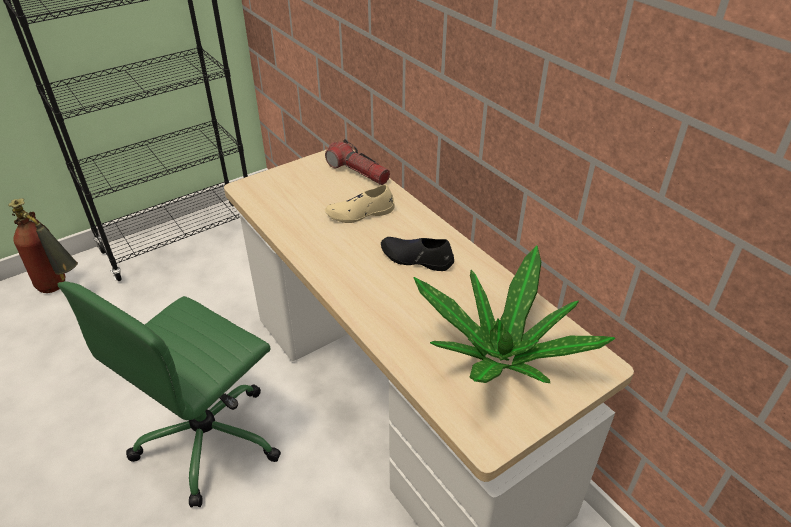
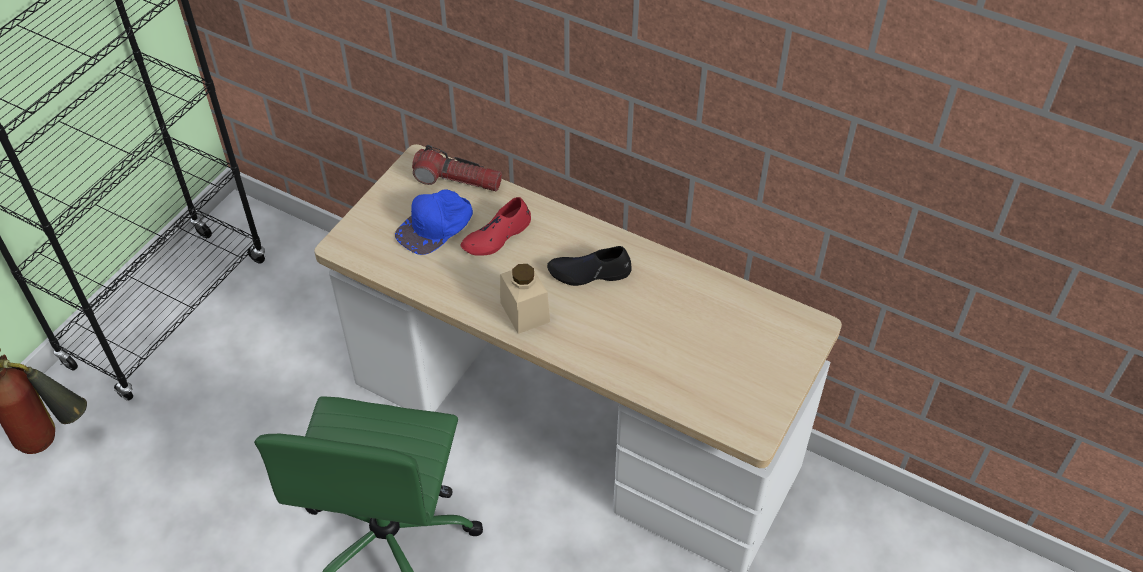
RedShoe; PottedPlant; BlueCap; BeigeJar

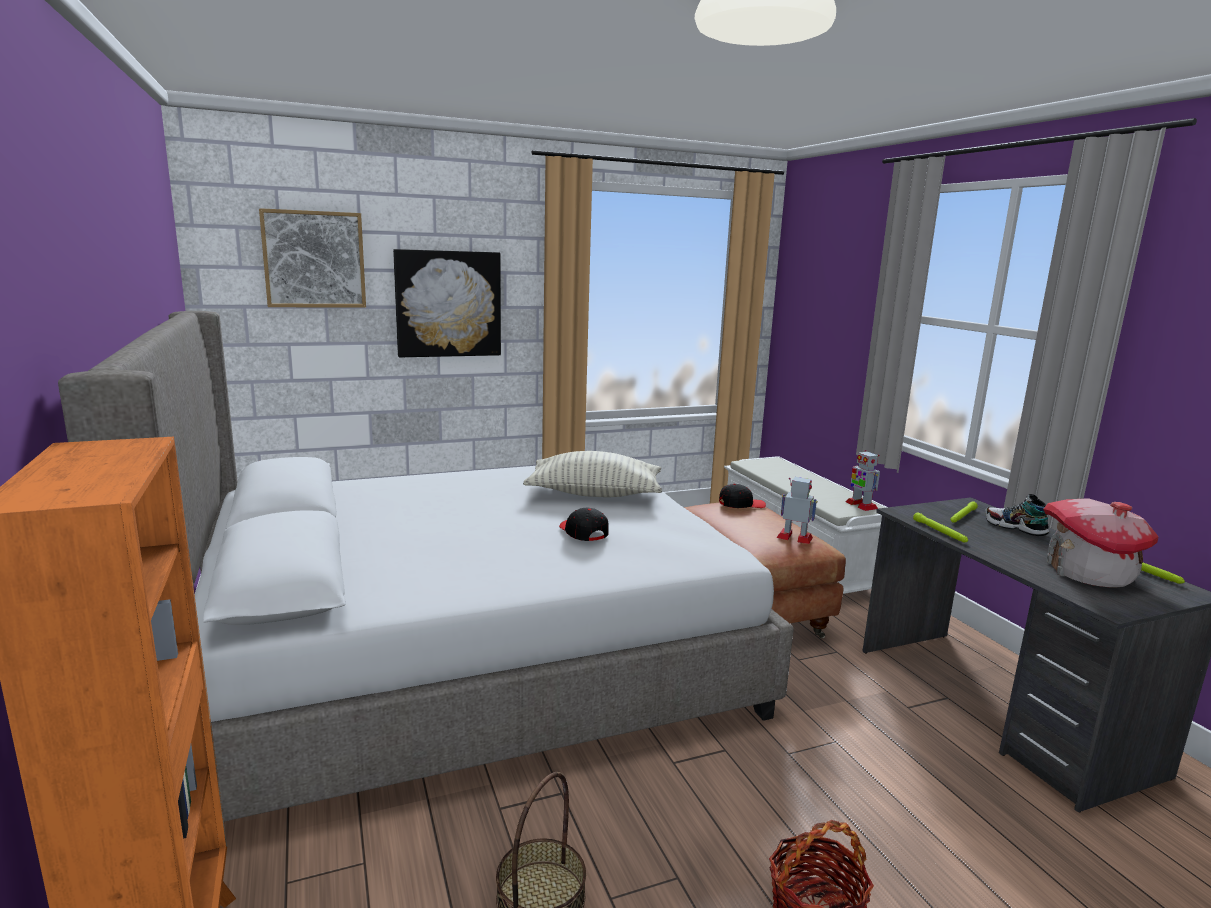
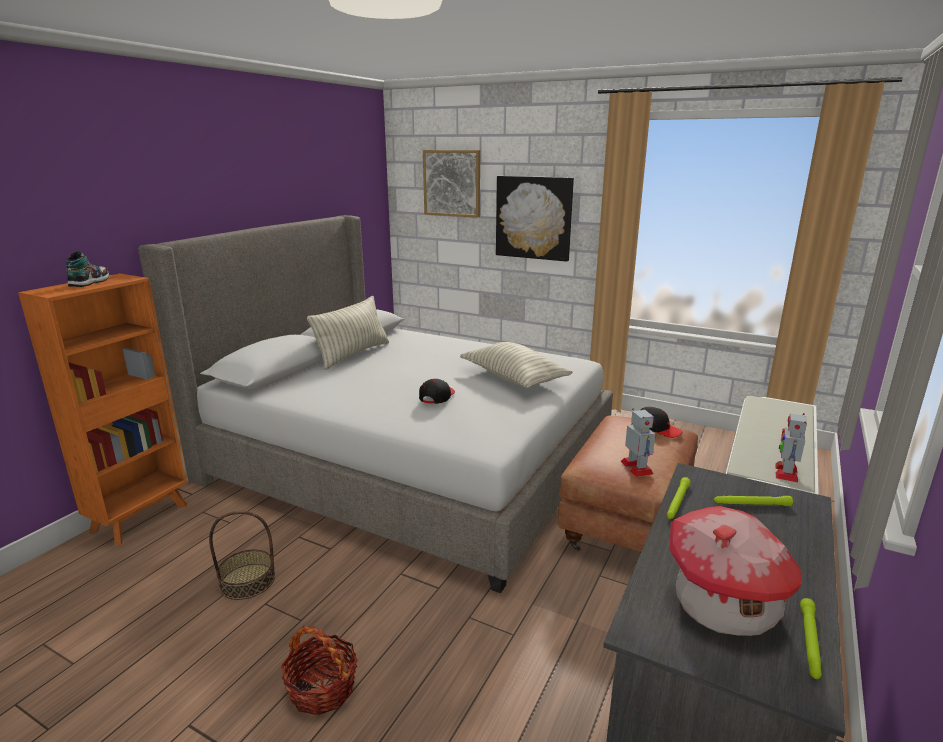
Shoe; Pillow (1st from left)

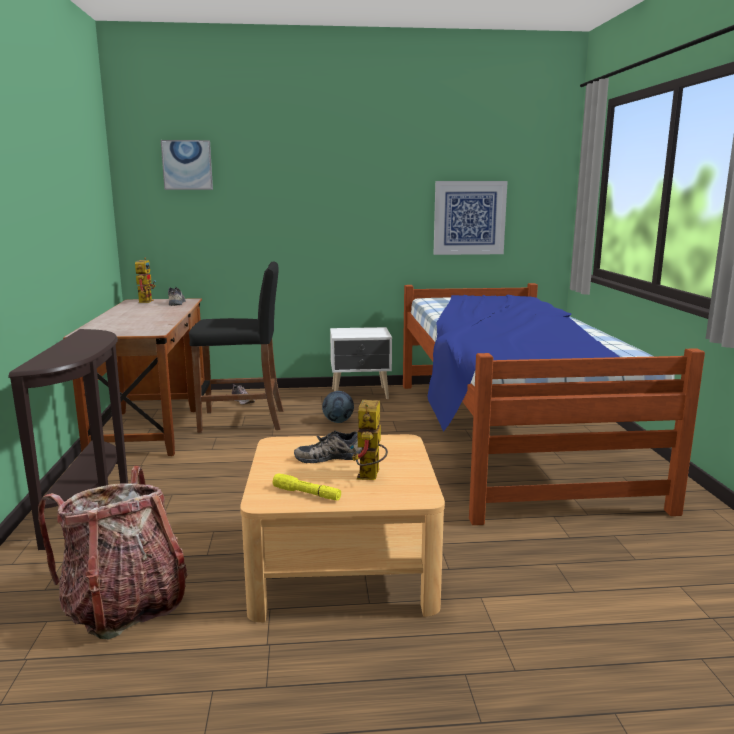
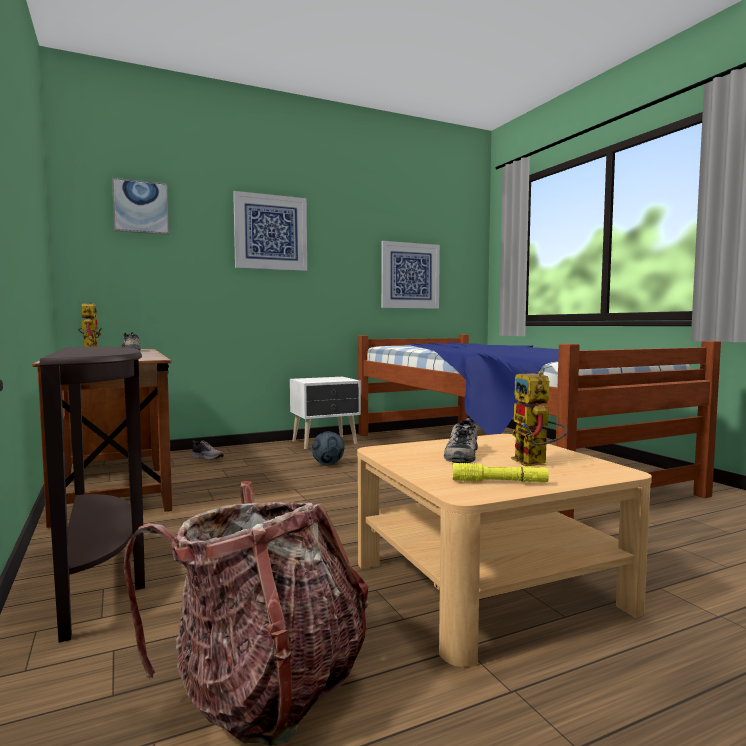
BlackStool; Shoe (3rd from left); Picture (2nd from left)

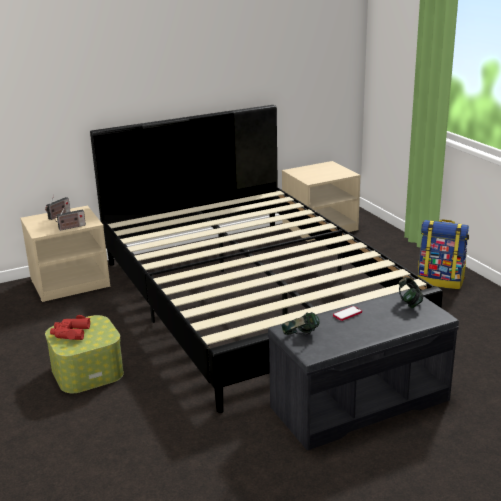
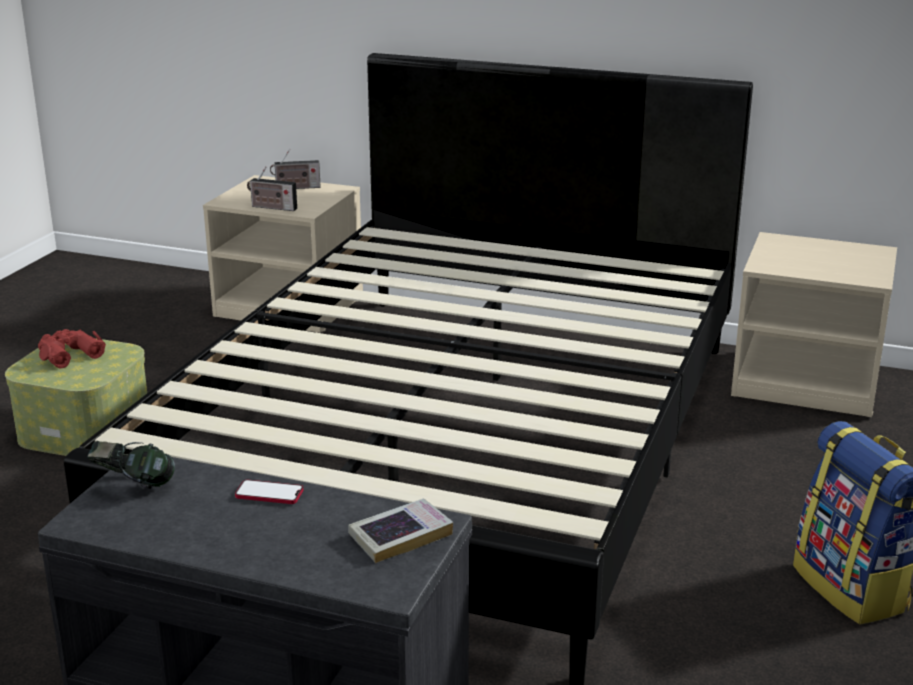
Book

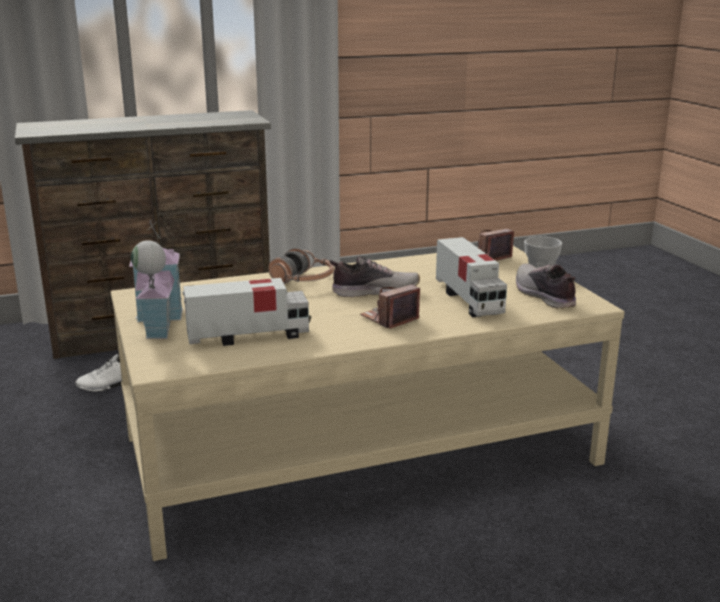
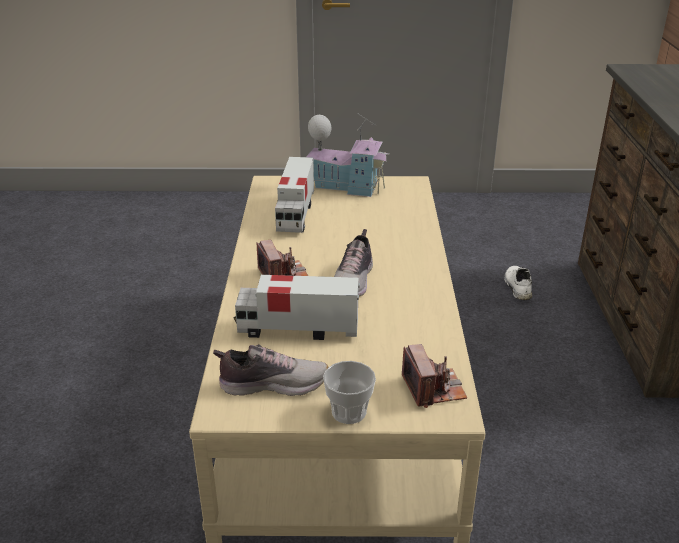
Headphones

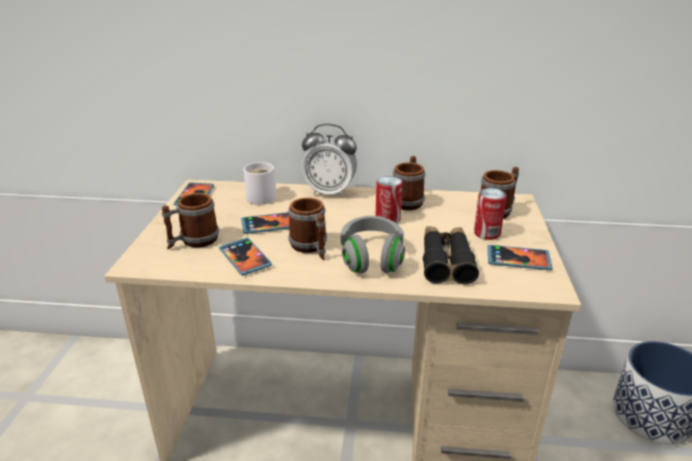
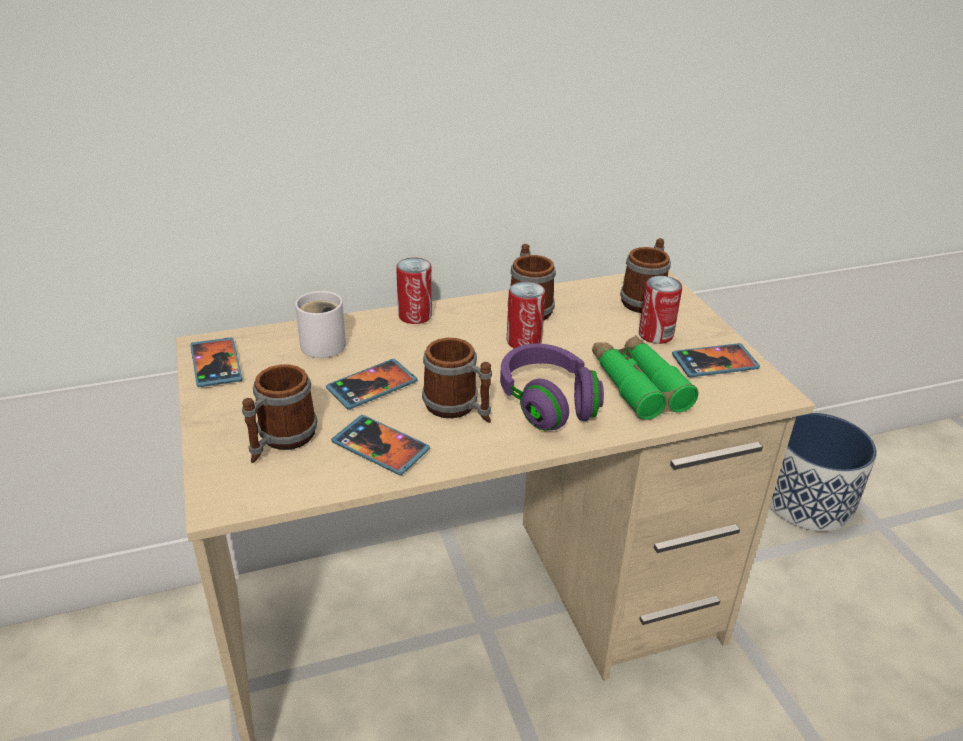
Can (1st from left); PurpleHeadphones; GreenBinoculars

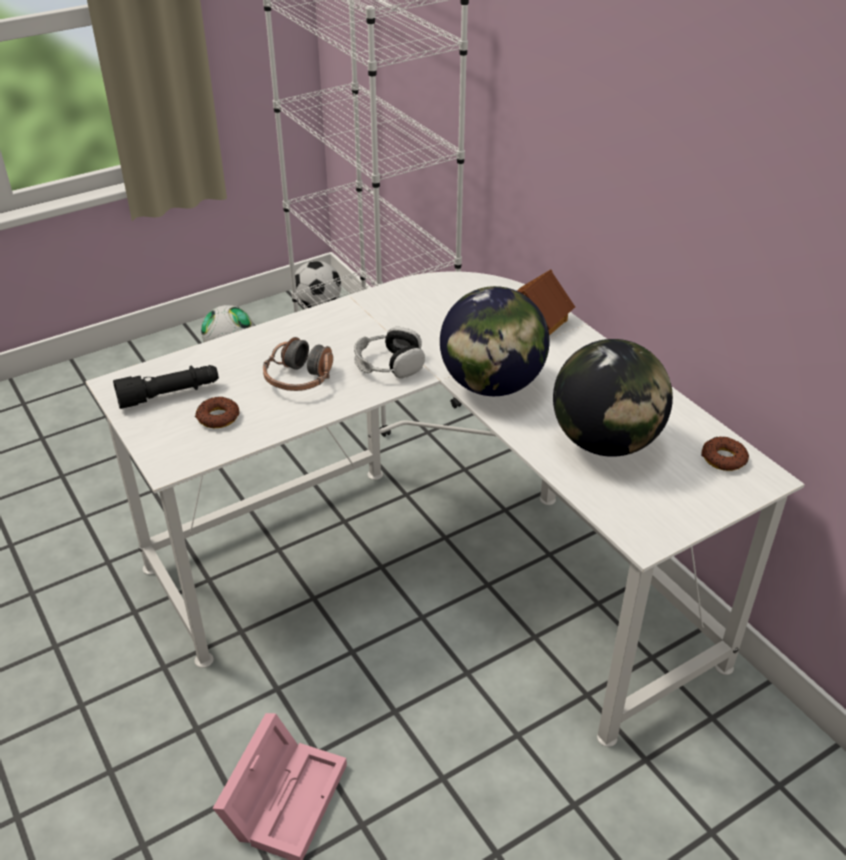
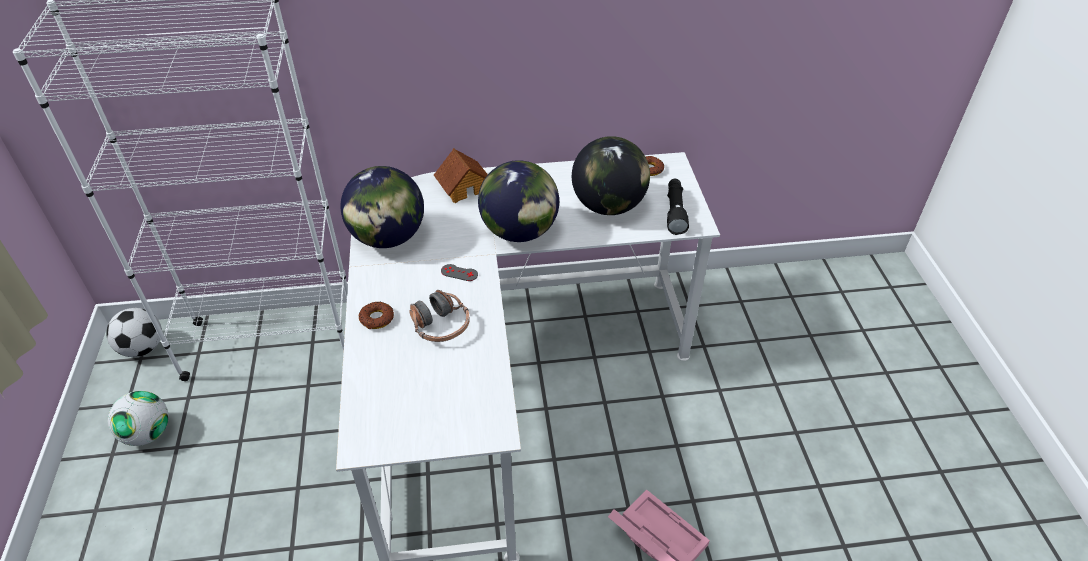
GreyGameController; BlackFlashlight; Donut (1st from left); Globe (1st from left)

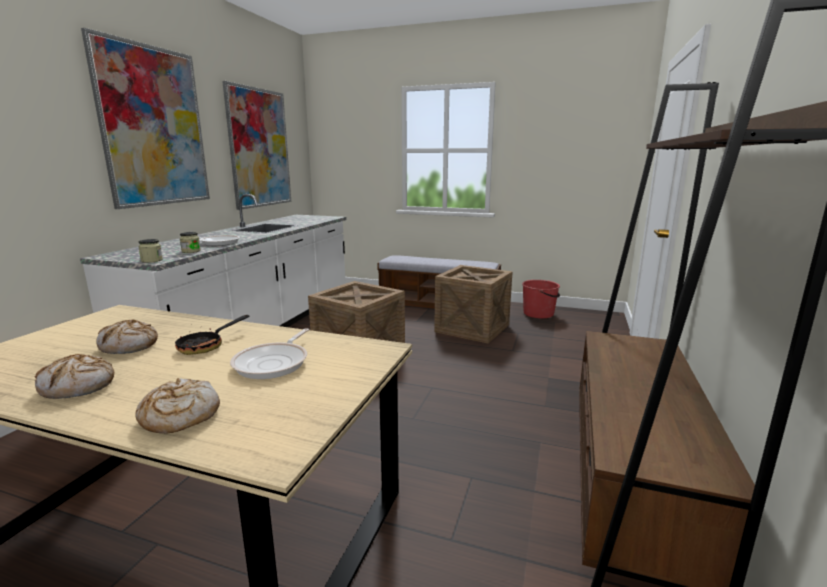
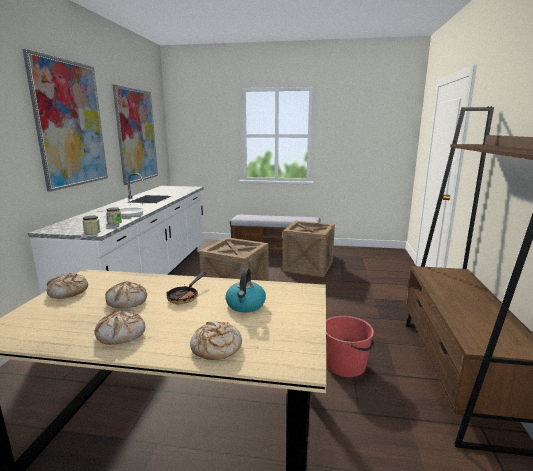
RedBucket; Kettle; Bread (1st from left)

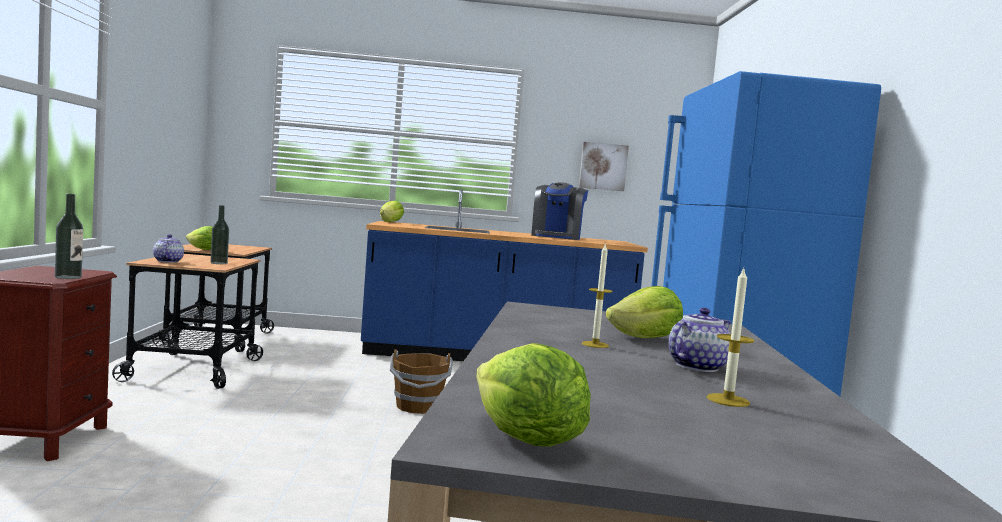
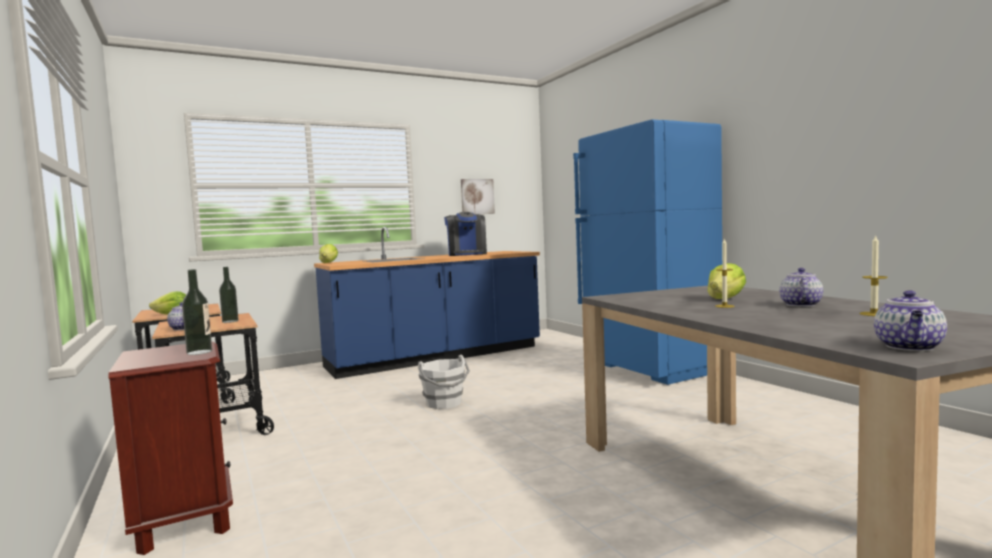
Teapot (3rd from left); WhiteBucket

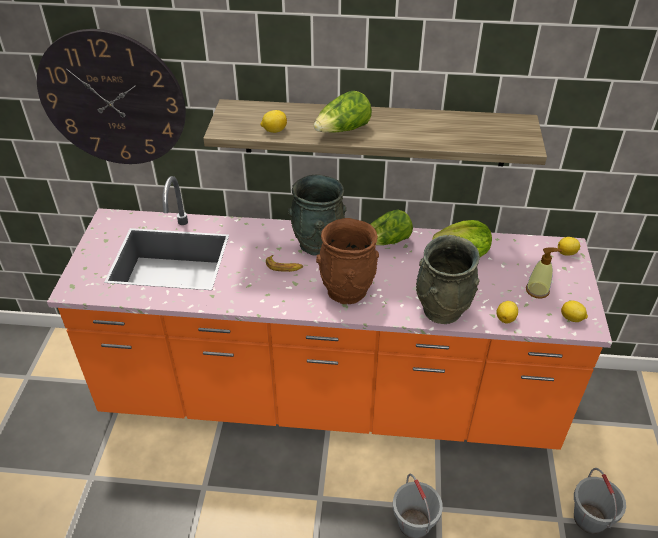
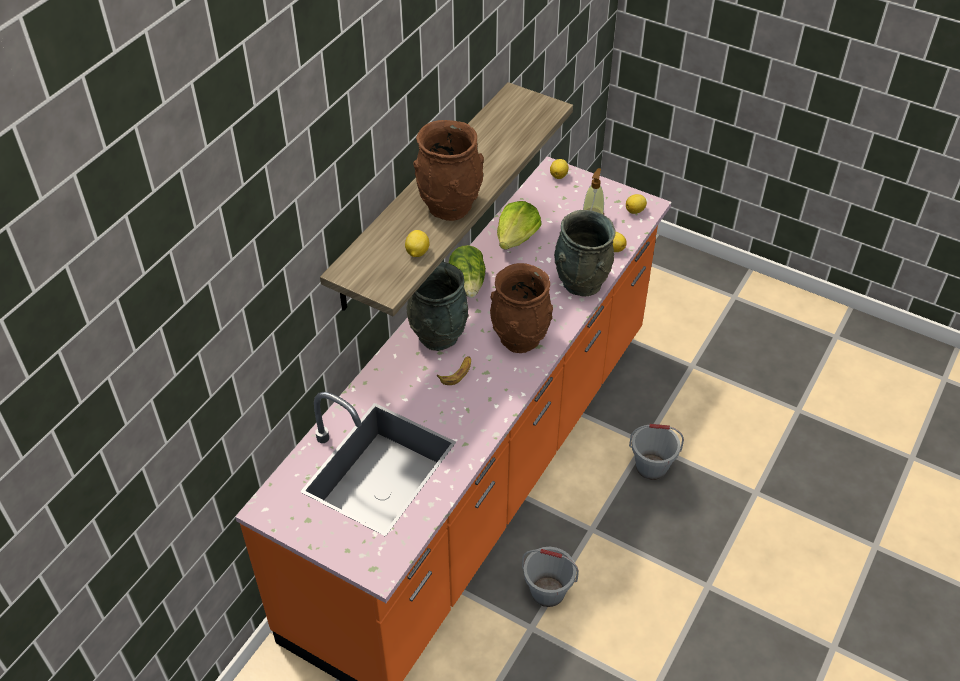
WallClock; BrownVase (1st from left); GreyBucket (1st from left)

